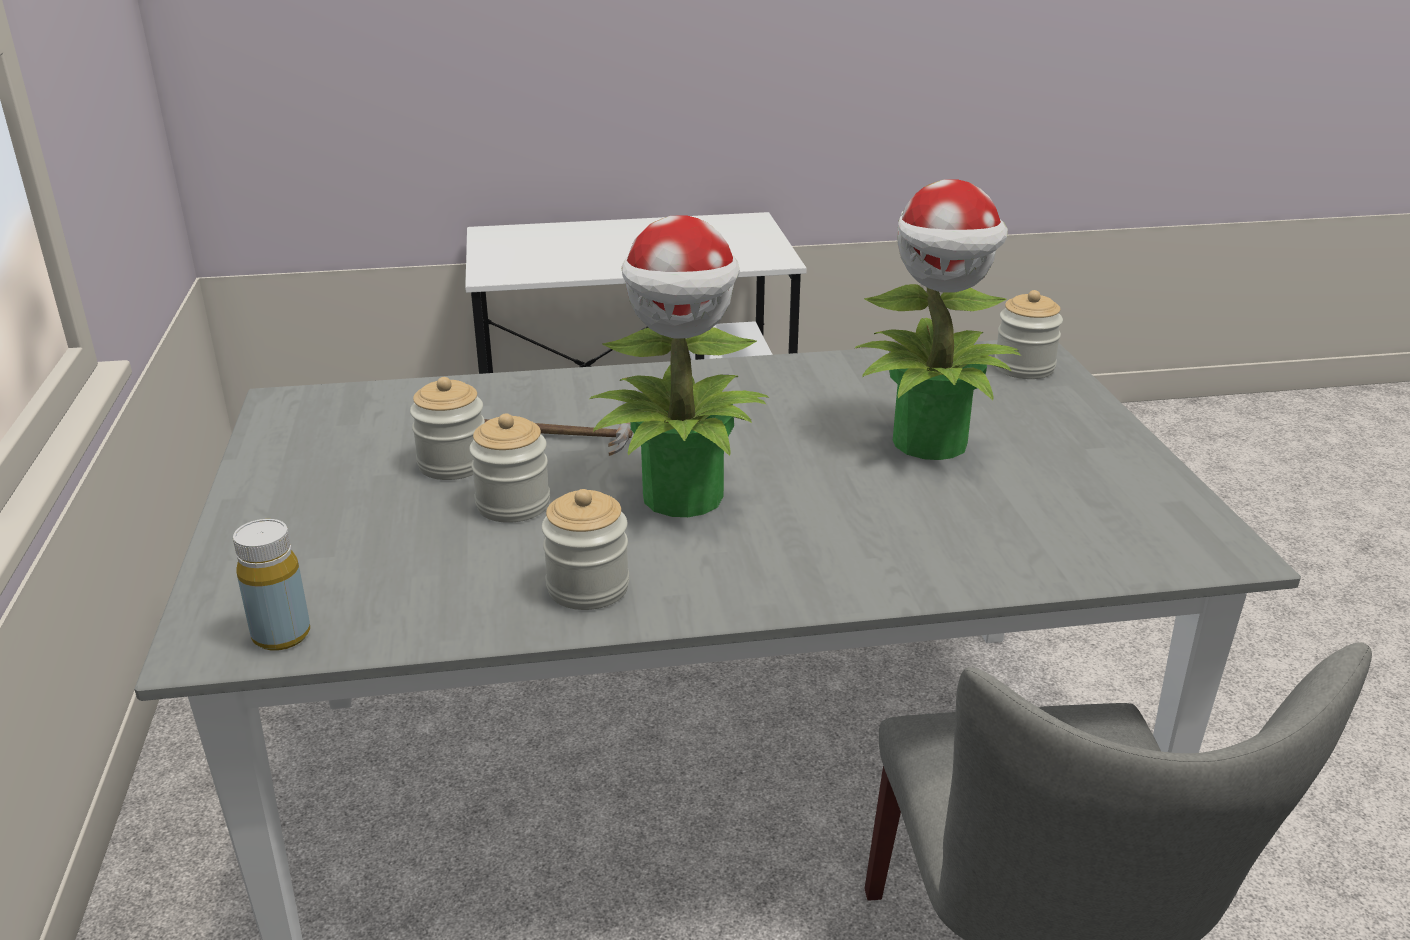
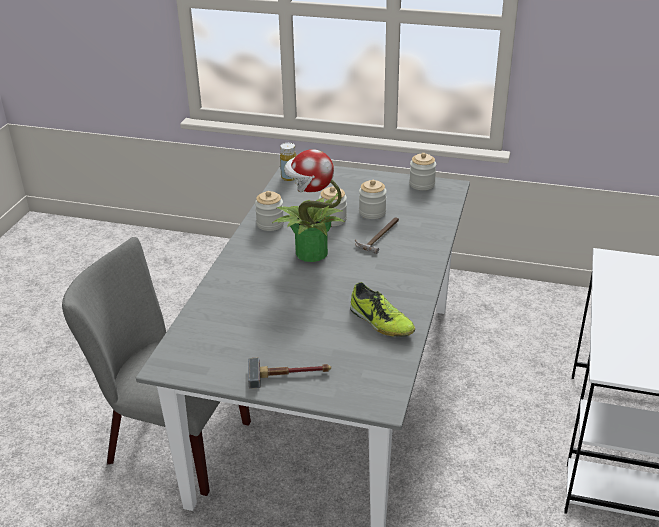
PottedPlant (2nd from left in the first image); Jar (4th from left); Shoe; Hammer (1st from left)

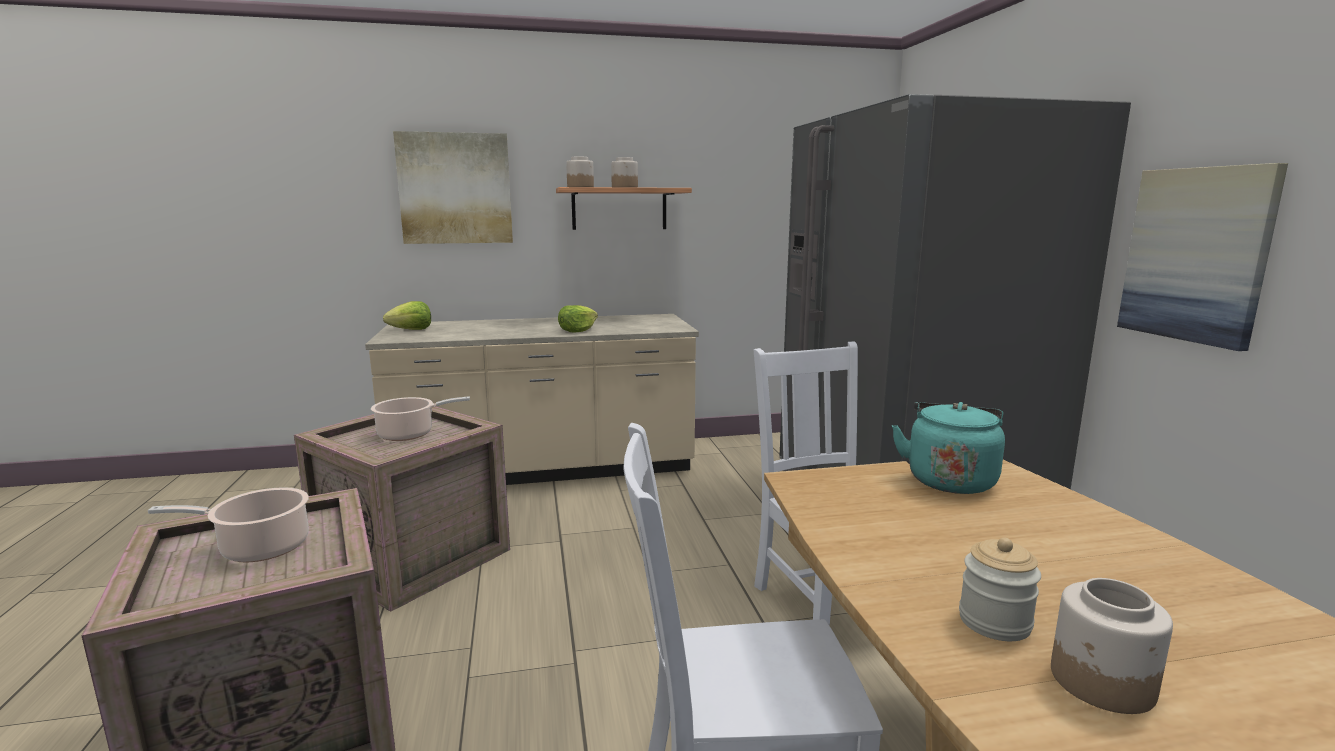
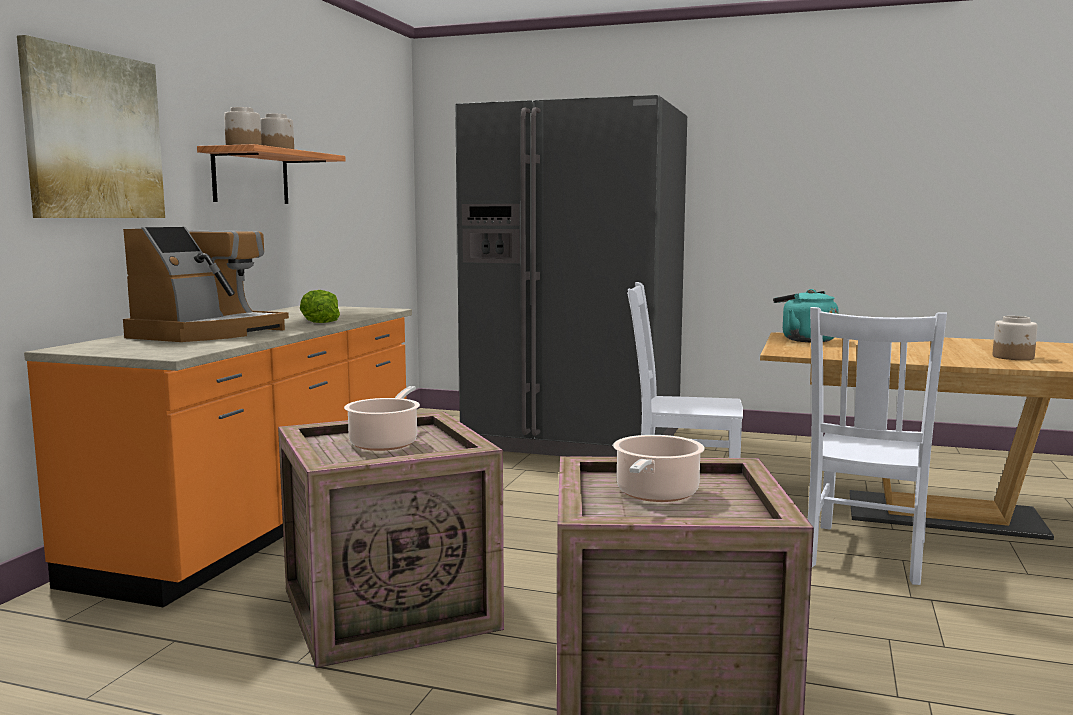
Picture (2nd from left in the first image); Lettuce (1st from left in the first image); OrangeCounter; Jar (3rd from left in the first image); CoffeeMachine

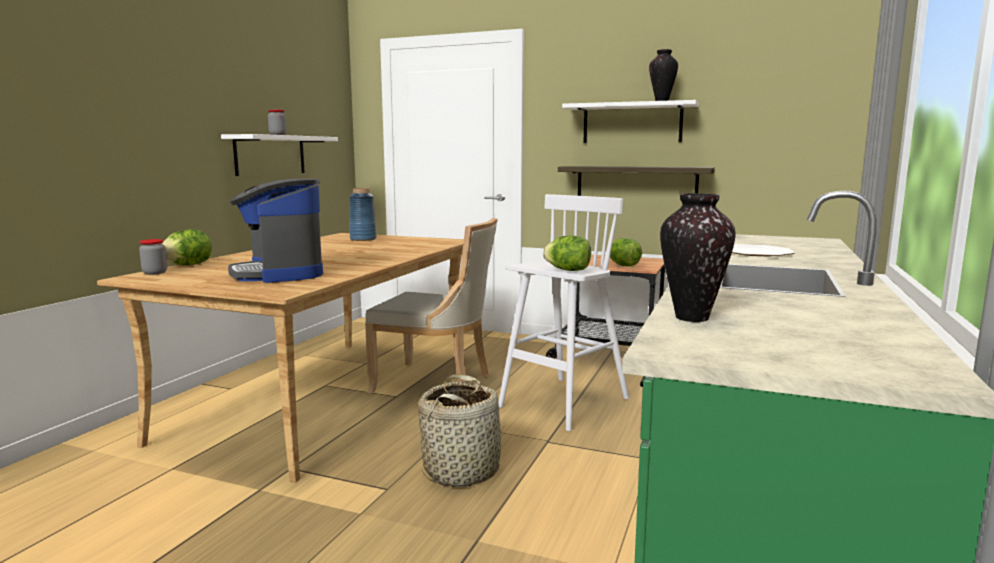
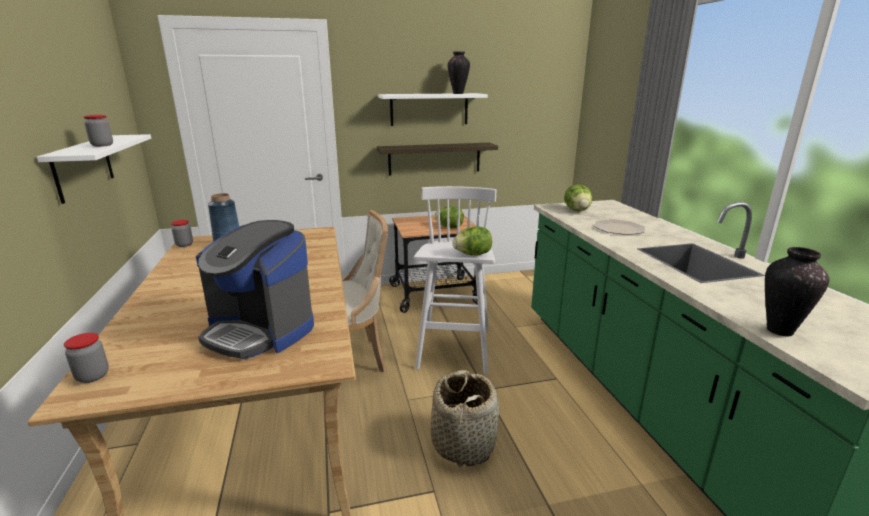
Lettuce (3rd from left); Jar (3rd from left)

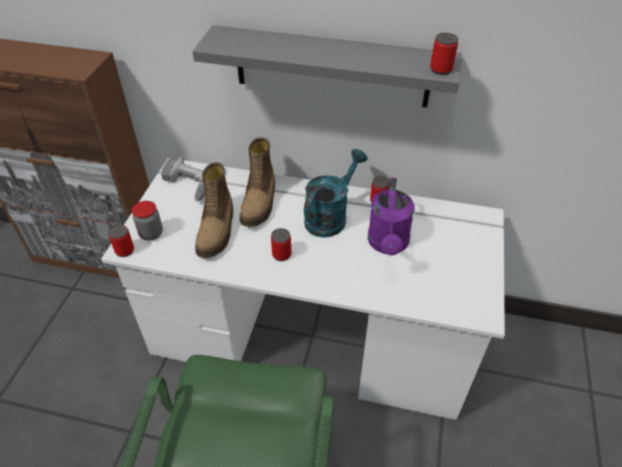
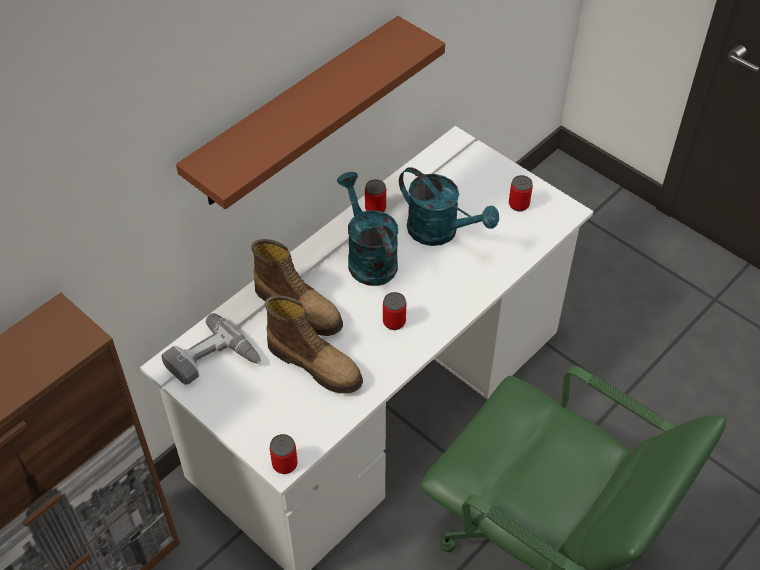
BrownShelf; Can (4th from left); TurquoiseWateringCan (2nd from left); Jar

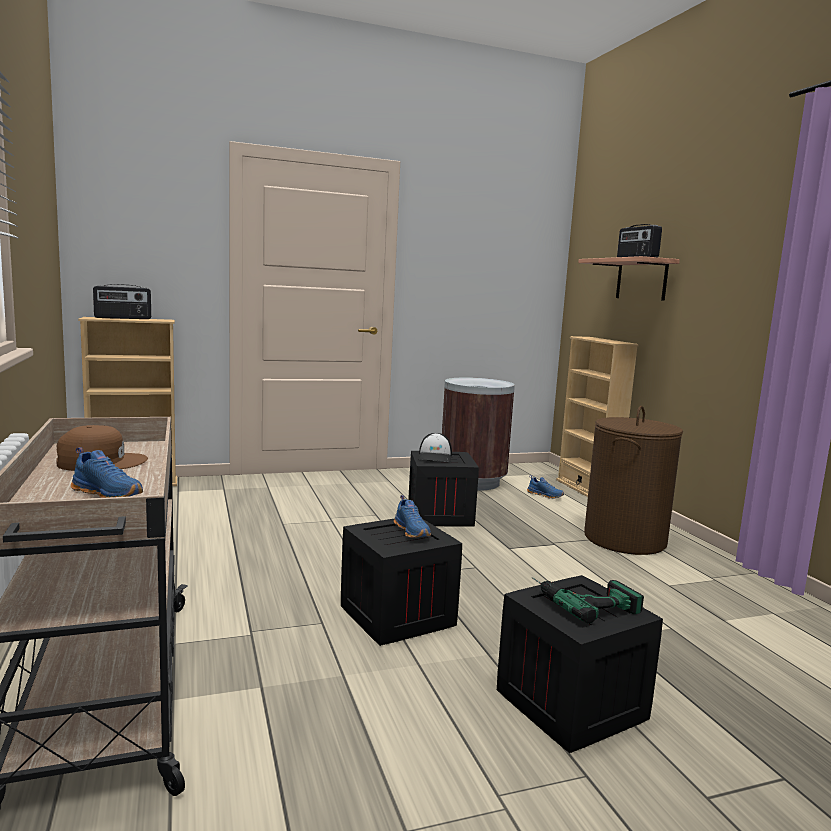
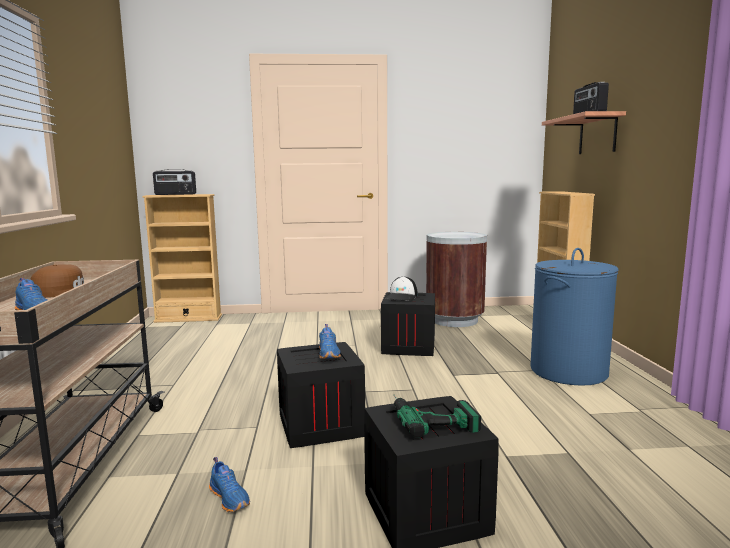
BlueLaundryBasket; BlueShoe (2nd from left)

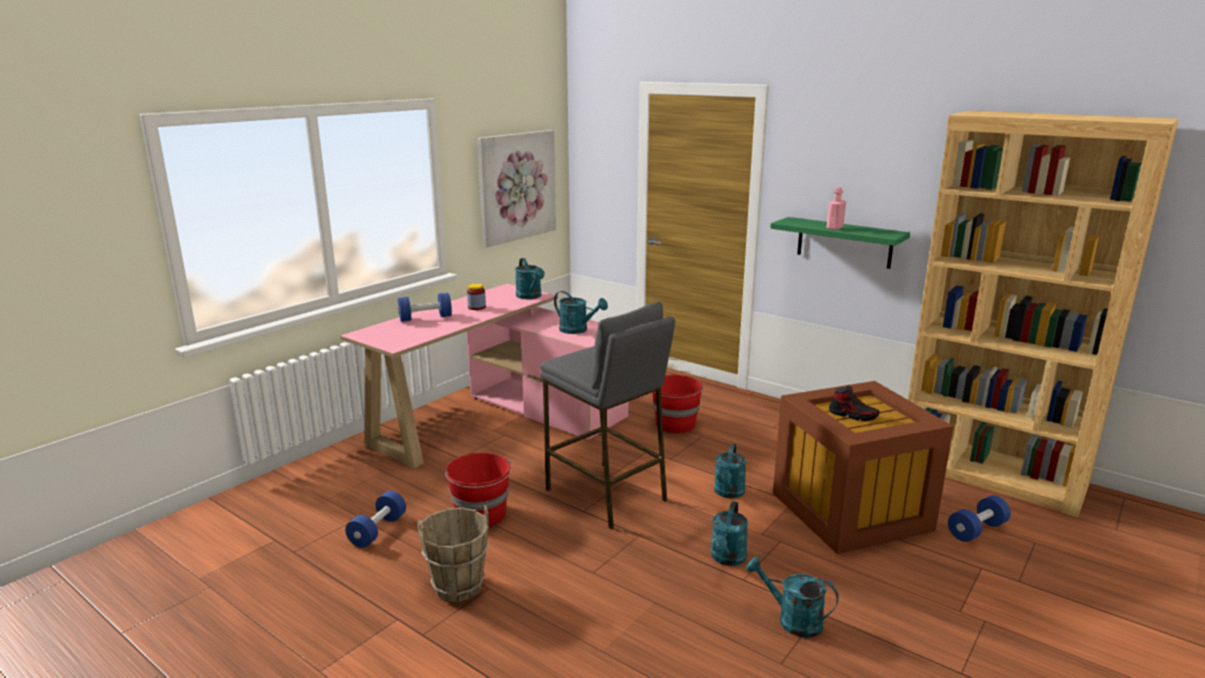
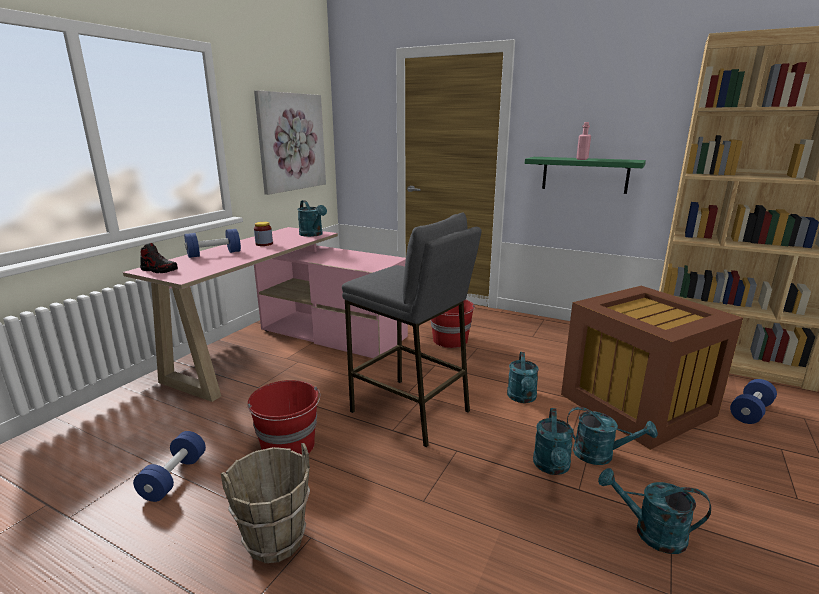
TurquoiseWateringCan (4th from left); Shoe

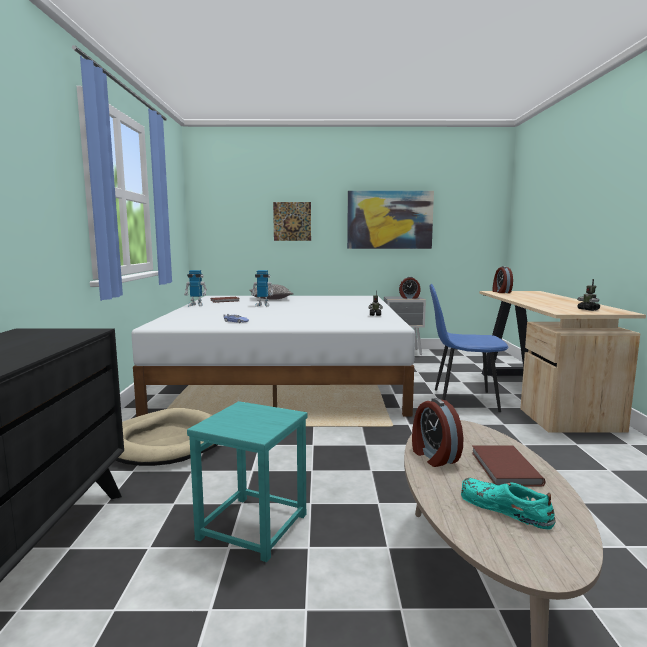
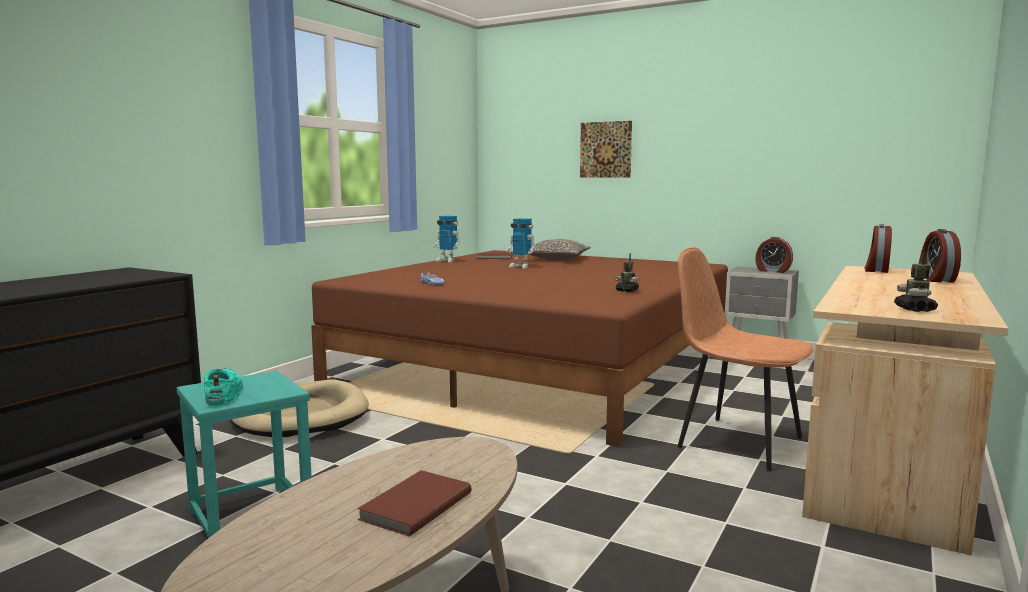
Picture (2nd from left in the first image); BrownChair; BrownBed; AlarmClock (3rd from left); TurquoiseShoe

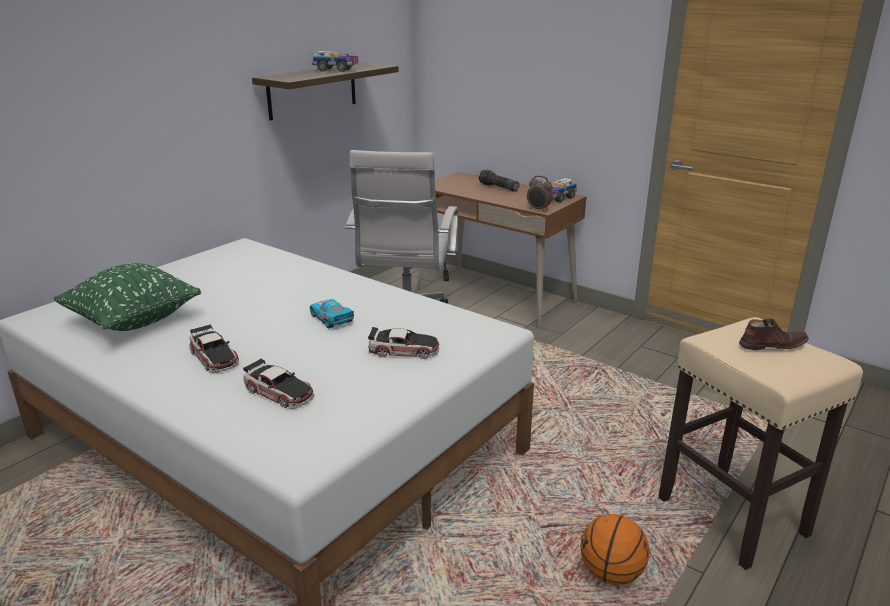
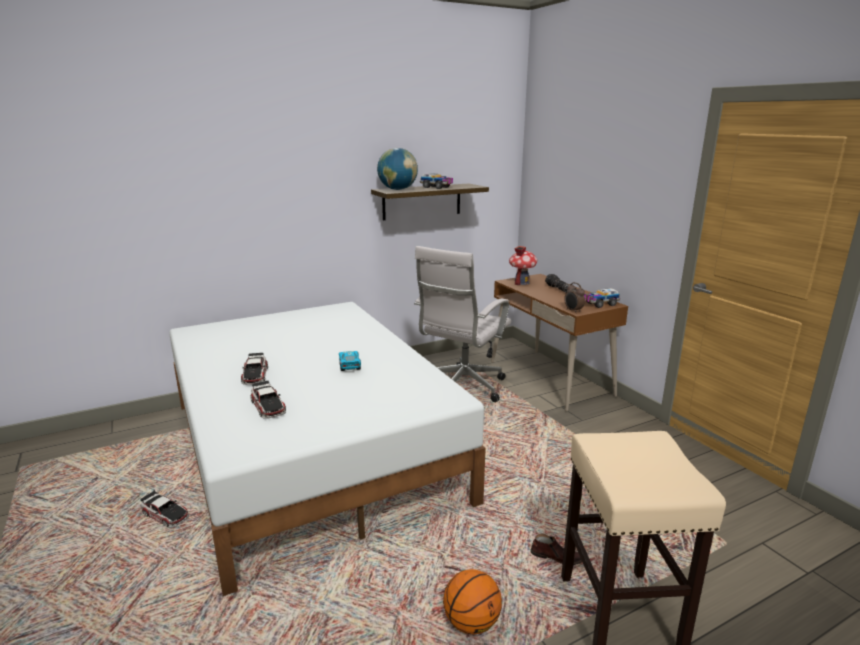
GreenPillow; BrownShoe; ToyCar (1st from left); Globe; ToyHouse

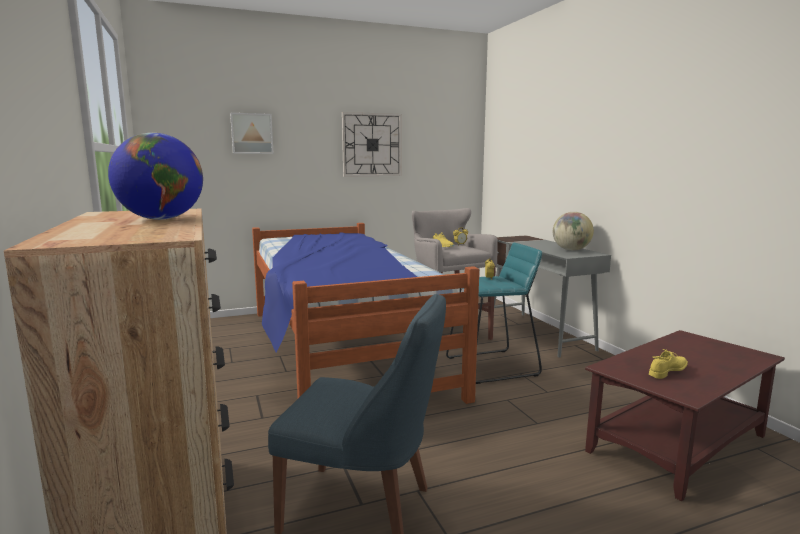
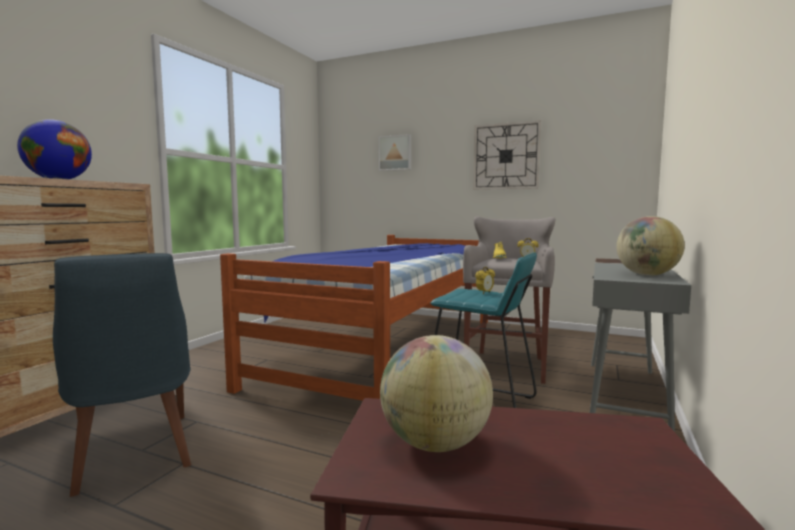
Globe (2nd from left)

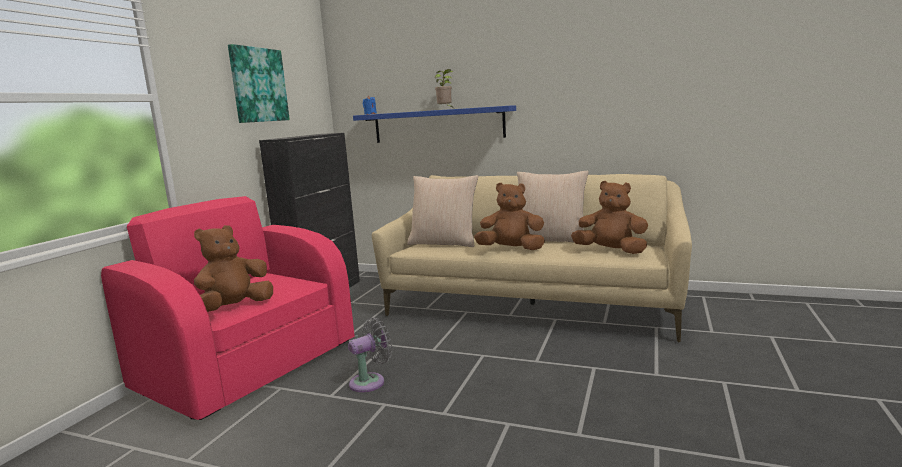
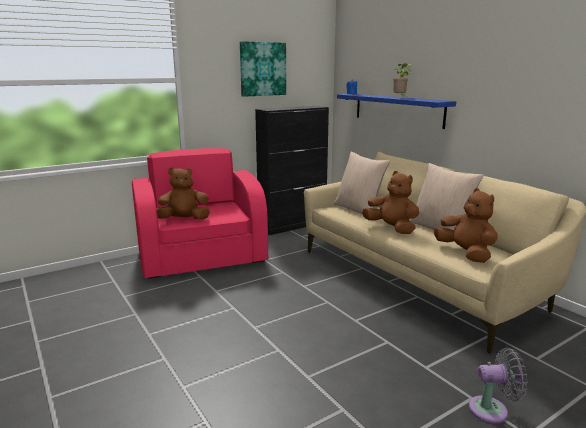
GreyFan

